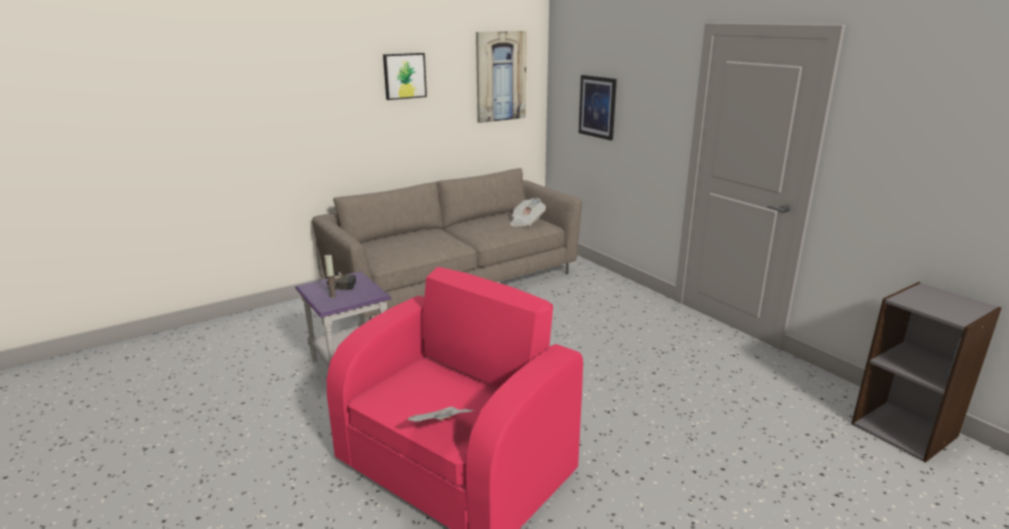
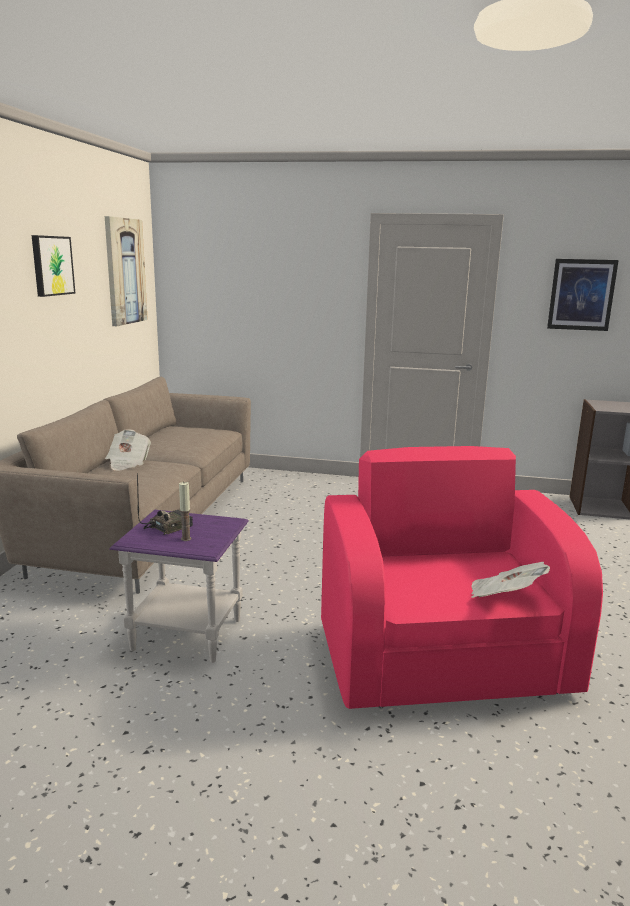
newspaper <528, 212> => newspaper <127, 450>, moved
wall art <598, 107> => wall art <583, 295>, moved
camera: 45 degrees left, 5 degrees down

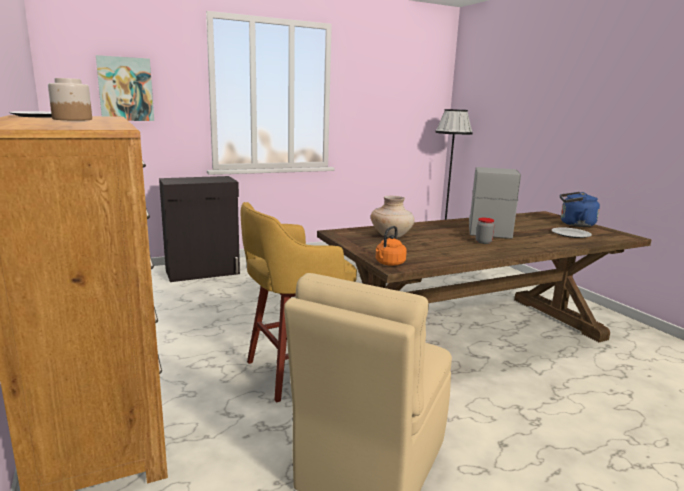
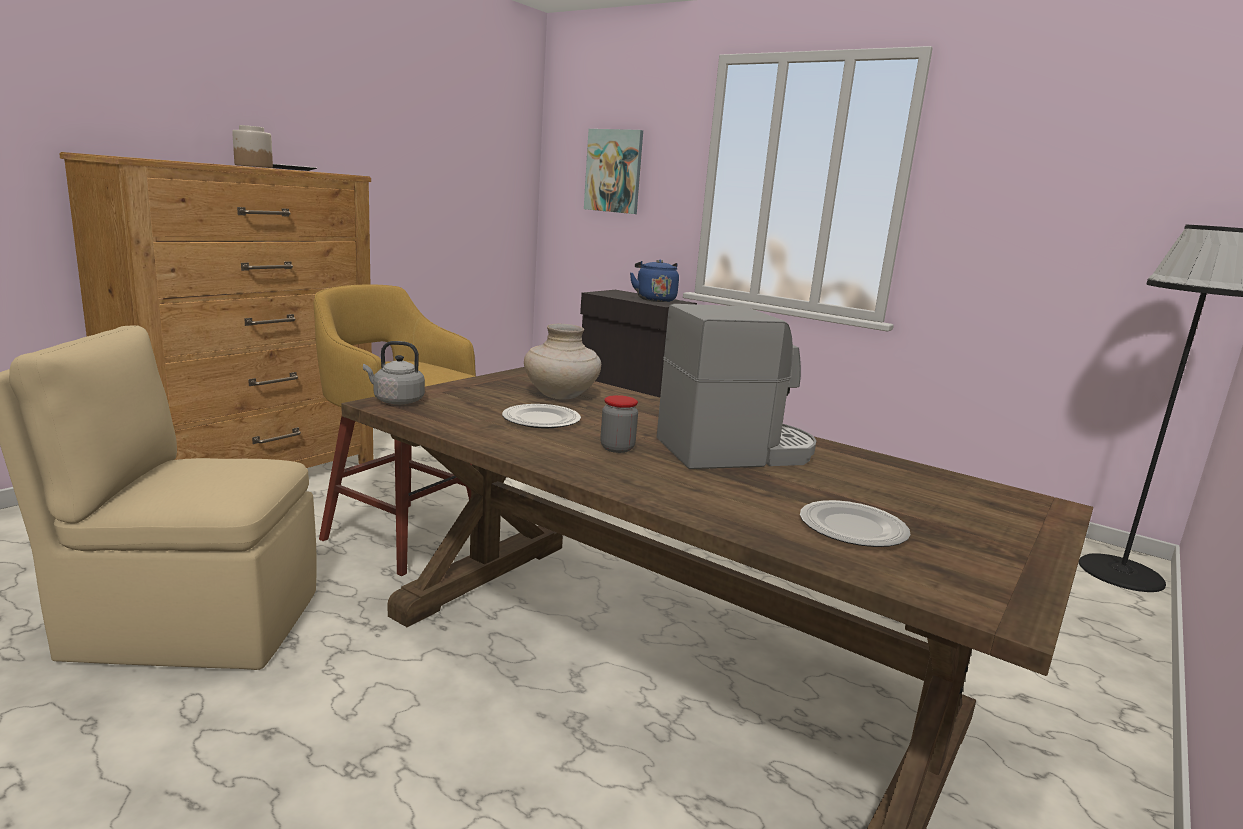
orangey tea kettle <391, 246> => greyish tea kettle <394, 373>
blue tea kettle <580, 209> => blue tea kettle <654, 280>, moved
nothing => dinner plate <541, 416>
camera: 60 degrees right, 0 degrees up

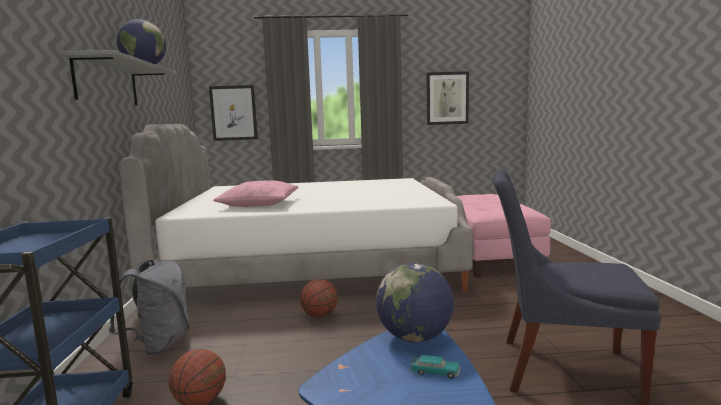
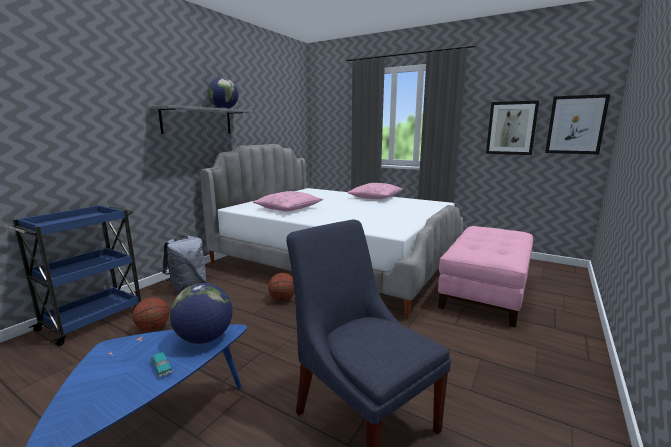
wall art <233, 113> => wall art <577, 124>, moved
nothing => pink pillow <375, 191>
camera: 35 degrees right, 5 degrees up

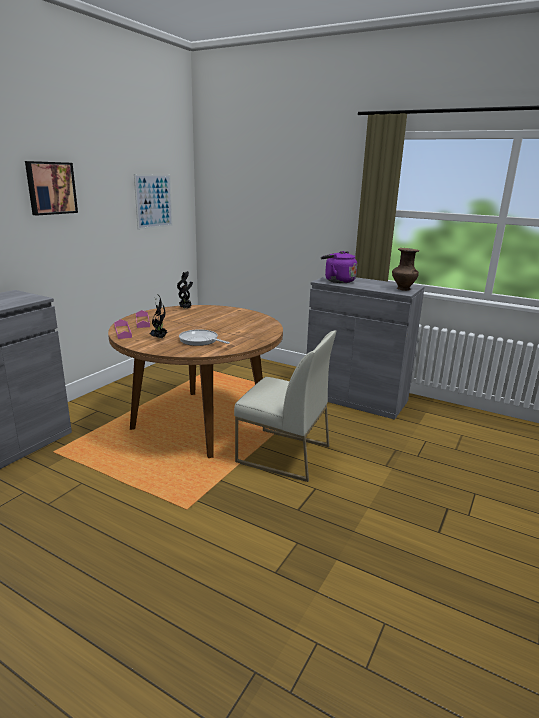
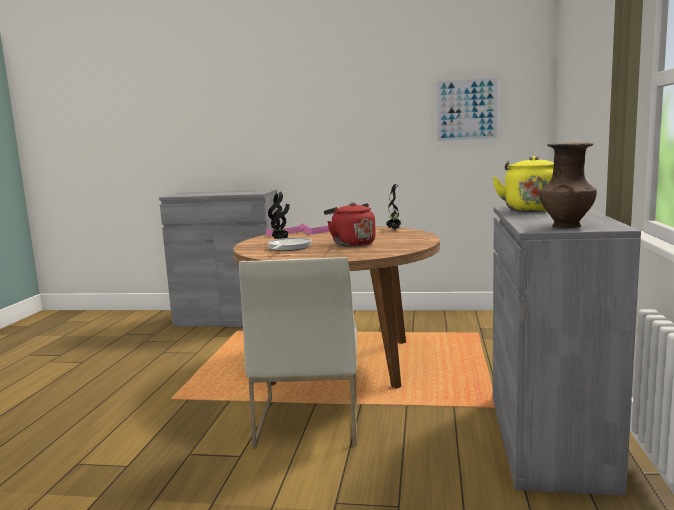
wall art <51, 188> => nothing
purplish tea kettle <339, 267> => yellow-coloured tea kettle <523, 184>
nothing => reddish tea kettle <350, 224>
camera: 70 degrees right, 10 degrees down

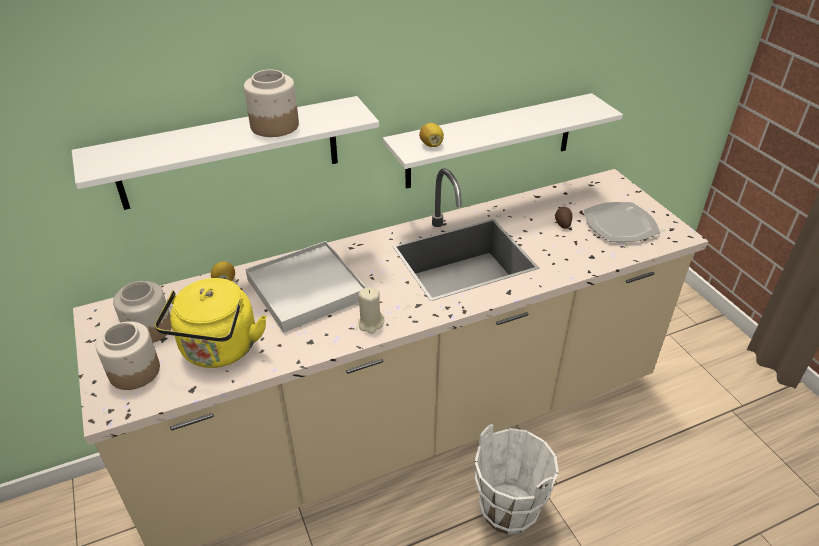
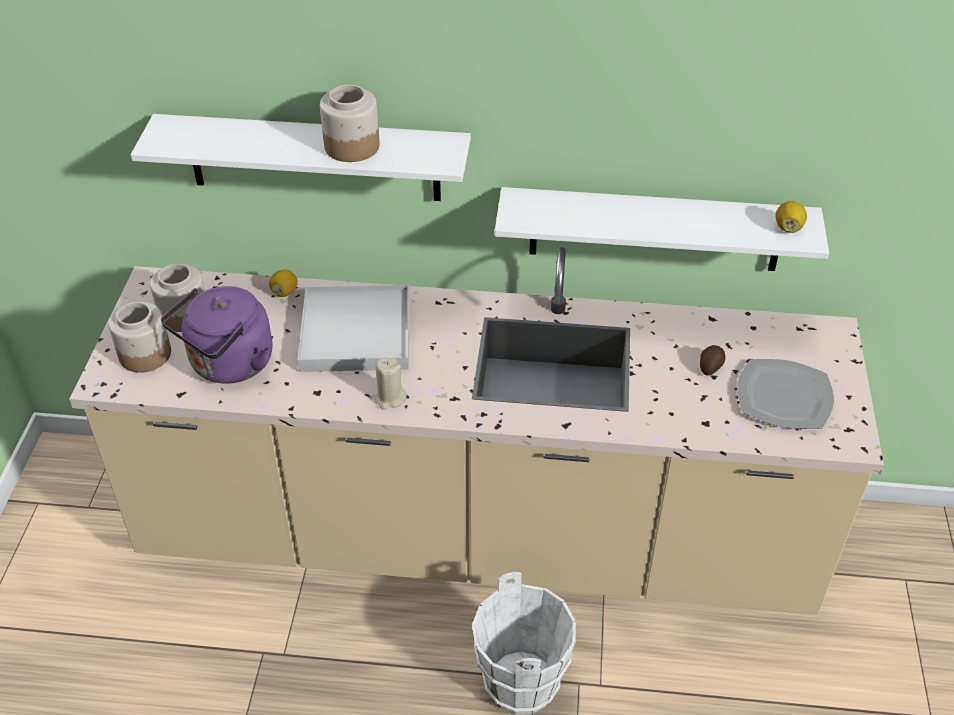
yellow-coloured tea kettle <210, 323> => purplish tea kettle <217, 335>
whole lemon <431, 135> => whole lemon <791, 217>, moved
camera: 30 degrees right, 5 degrees up

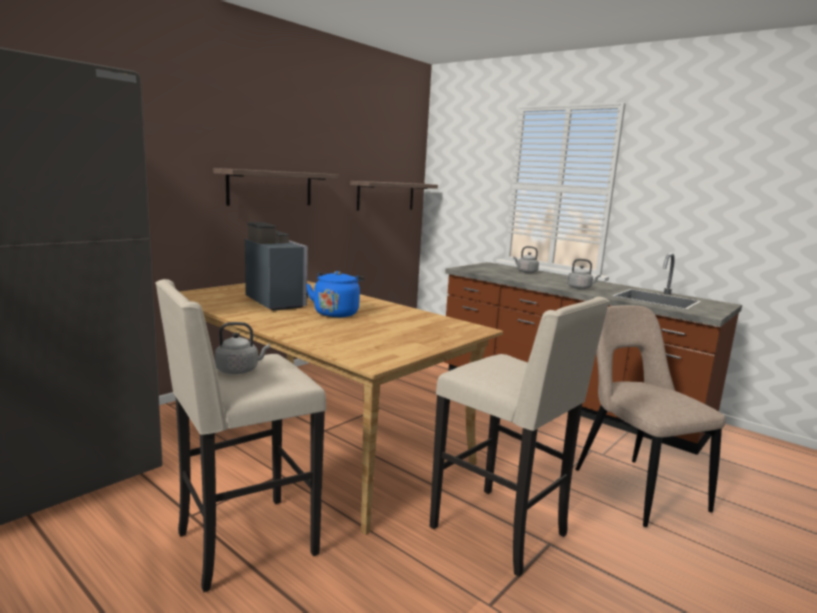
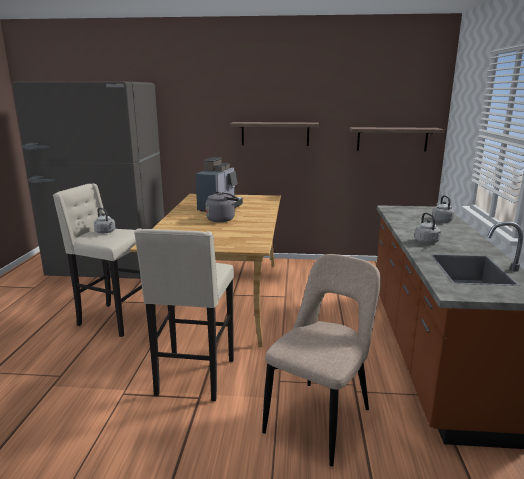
blue tea kettle <335, 294> => greyish tea kettle <222, 207>
camera: 55 degrees right, 5 degrees up

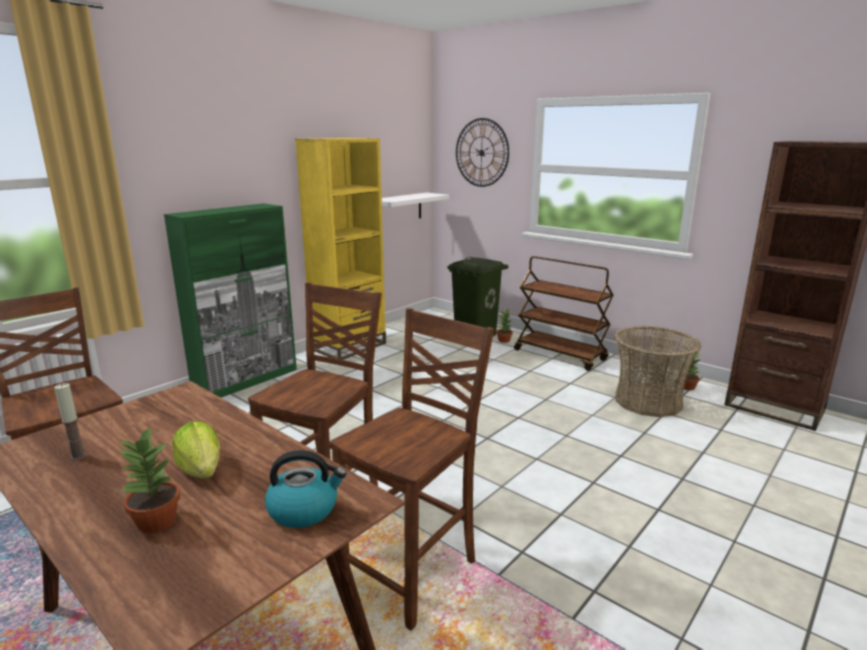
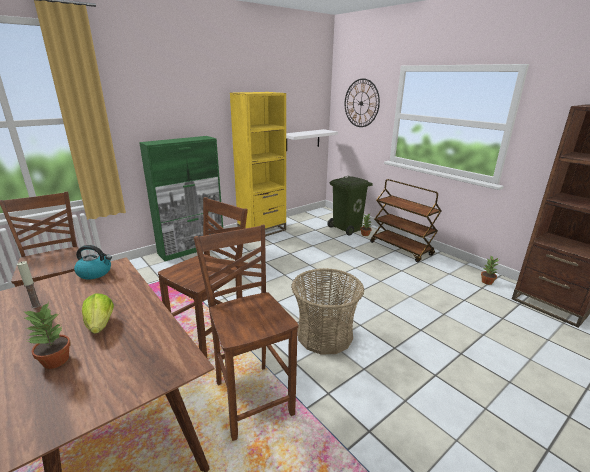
tea kettle <306, 489> => tea kettle <93, 262>, moved
brown-coloured upright chair <412, 469> => brown-coloured upright chair <246, 333>, 75 degrees counterclockwise
household basket <657, 371> => household basket <327, 311>, moved
camera: 10 degrees right, 5 degrees up

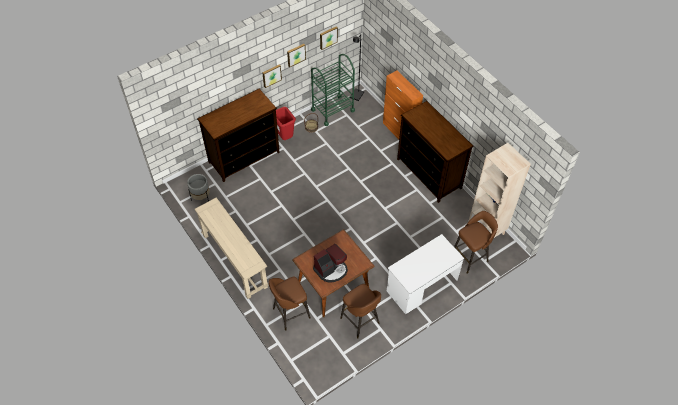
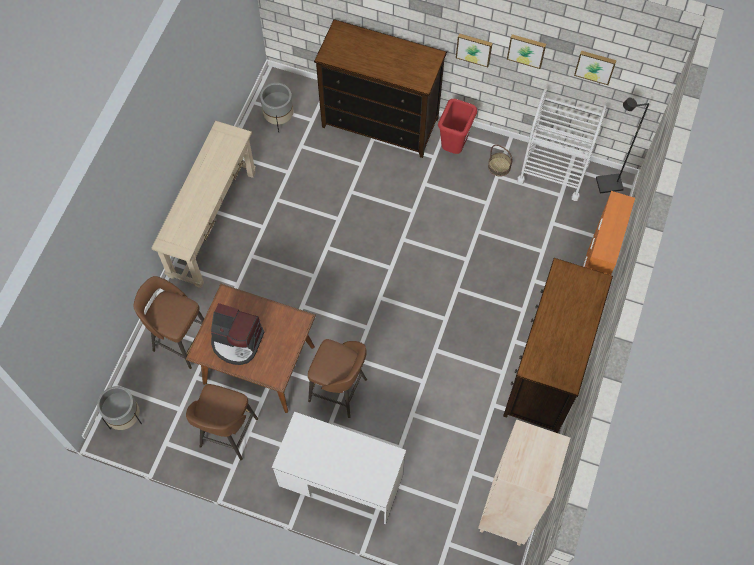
greenish cart <333, 90> => white cart <562, 144>
brown-coloured stool seat <476, 242> => brown-coloured stool seat <337, 378>, moved
nothing => greyish planter <119, 408>
camera: 55 degrees right, 10 degrees up

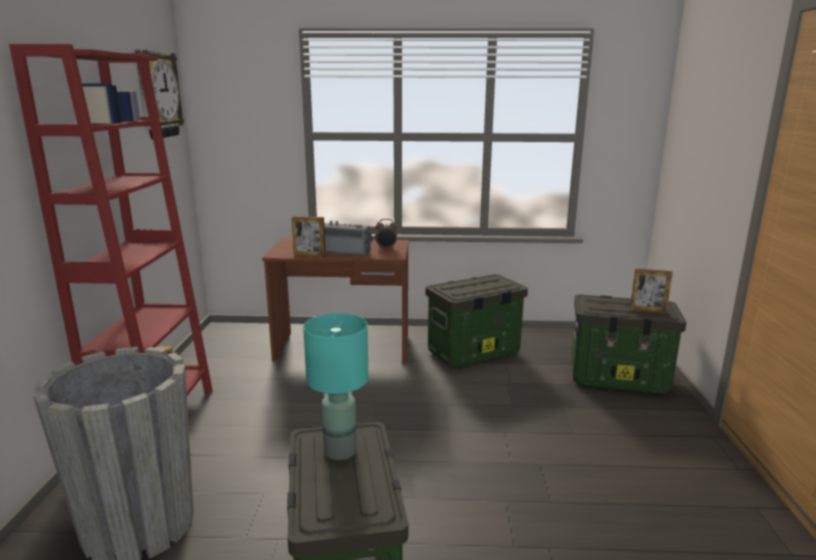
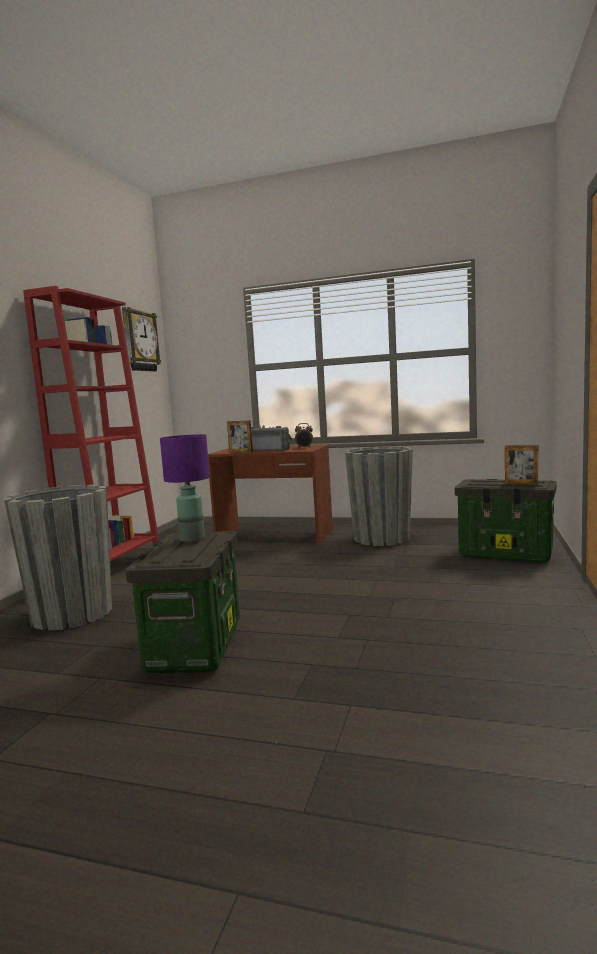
turquoise-coloured tabletop lamp <336, 386> => purplish tabletop lamp <185, 488>
storage bin <476, 321> => greyish planter <379, 496>
camera: 15 degrees right, 10 degrees down

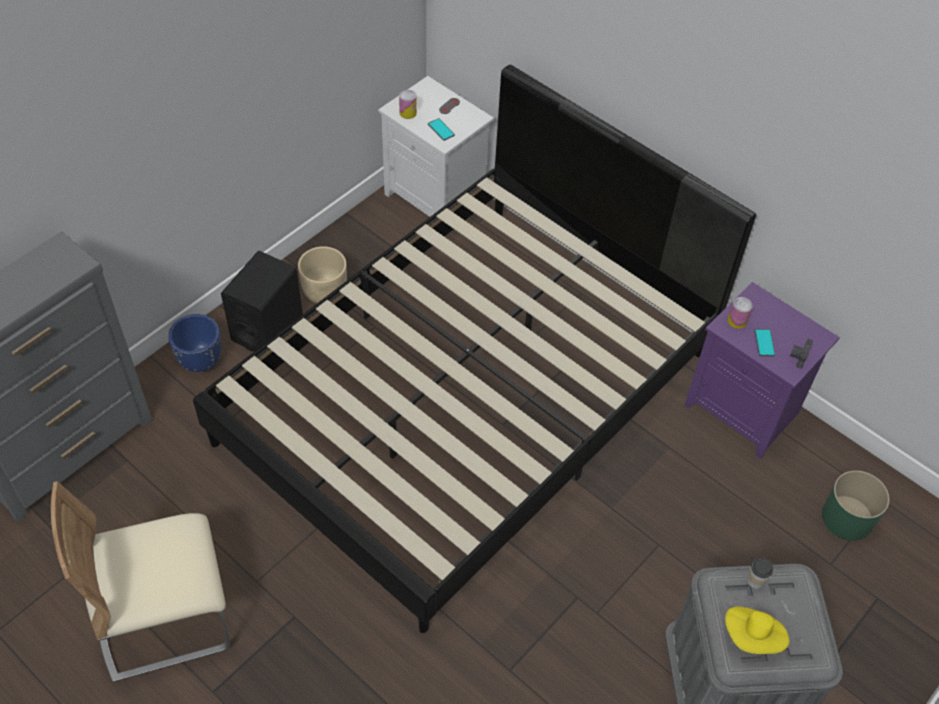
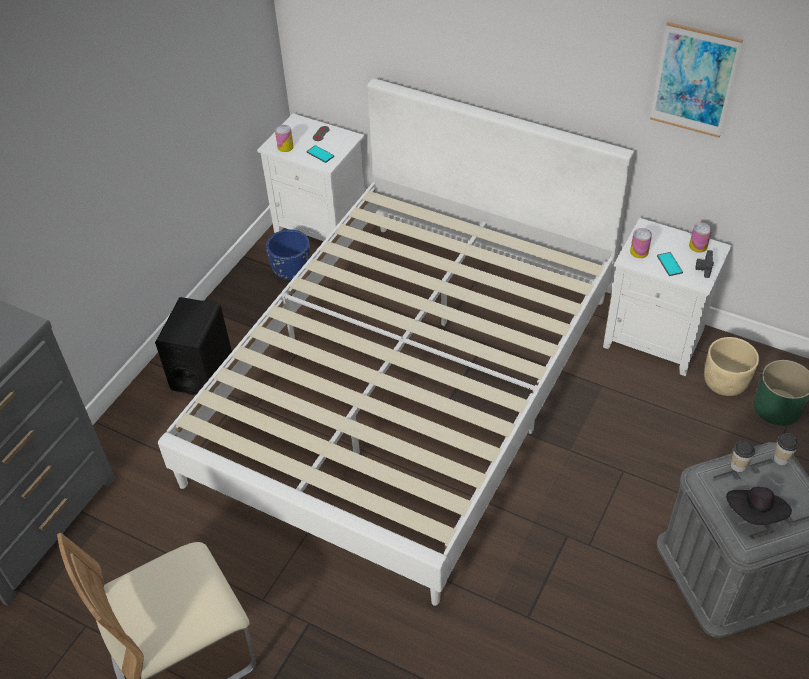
blue planter <194, 343> => blue planter <288, 254>, moved
black sleeping bed <474, 349> => white sleeping bed <396, 342>
beige-coloured planter <322, 274> => beige-coloured planter <731, 366>, moved
purplish nightstand <762, 370> => white nightstand <667, 297>
yellow-coloured wearable hat <757, 630> => black wearable hat <759, 506>
nothing => wall art <696, 80>
nothing => can <700, 237>
nothing => small cup <786, 449>
camera: 10 degrees left, 5 degrees down

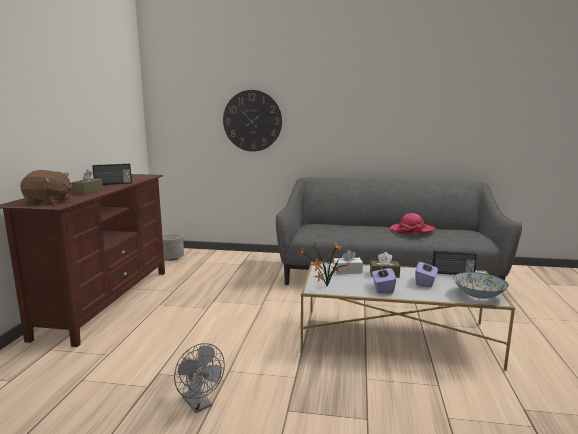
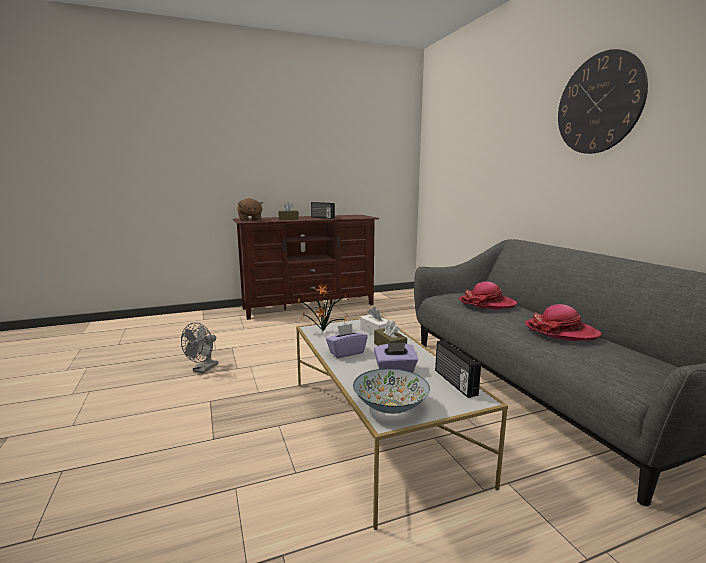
greyish planter <173, 247> => nothing
hanging clock <252, 121> => hanging clock <603, 101>, moved
nothing => wearable hat <488, 295>
camera: 60 degrees right, 0 degrees up

